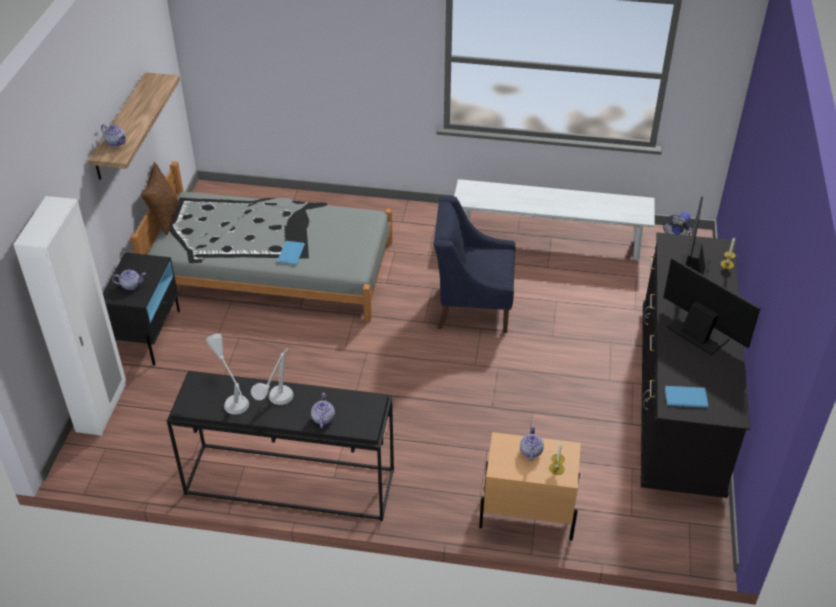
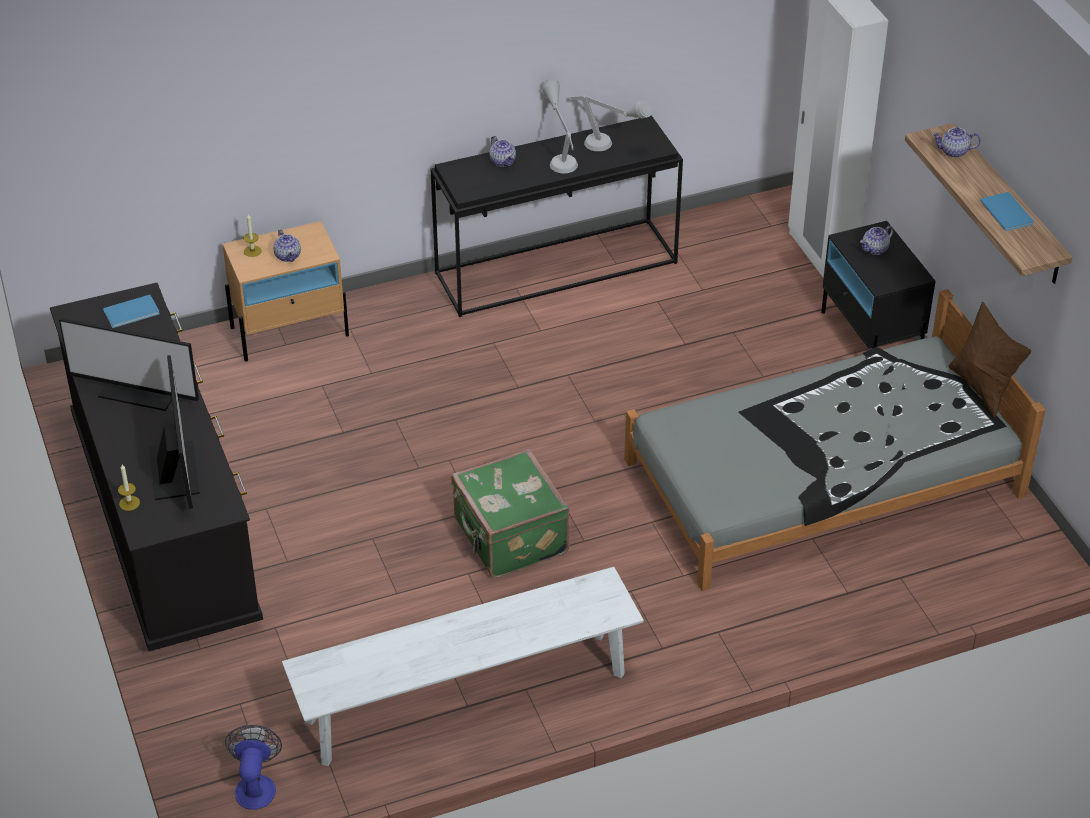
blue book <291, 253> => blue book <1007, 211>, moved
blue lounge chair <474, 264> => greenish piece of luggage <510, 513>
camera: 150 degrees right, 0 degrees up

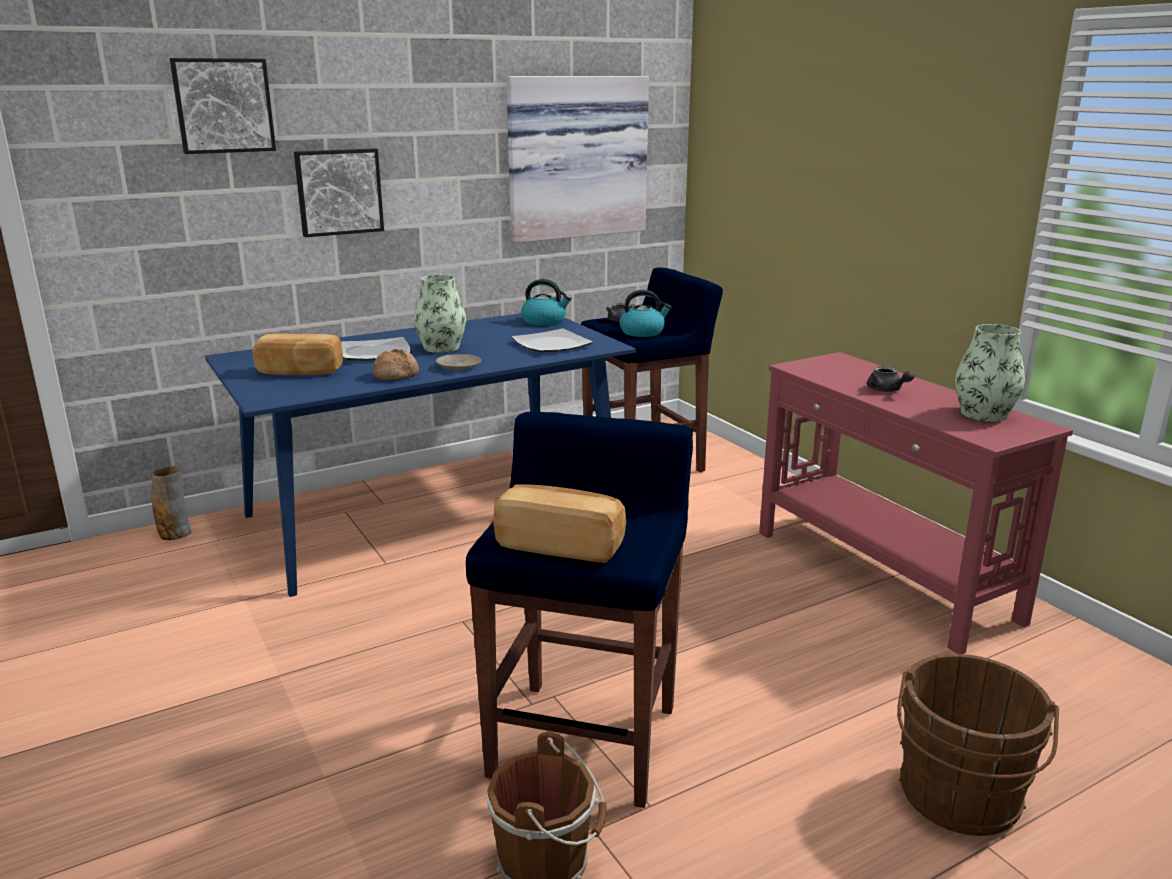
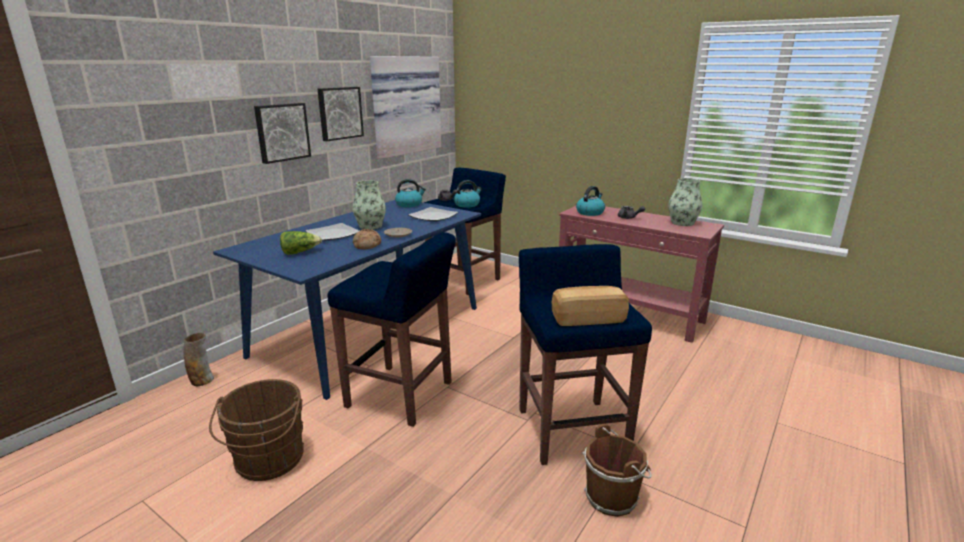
wall art <223, 106> => wall art <341, 114>, moved
bakery bread <298, 354> => lettuce <301, 243>
brown-coloured bucket <978, 745> => brown-coloured bucket <256, 430>, moved
nothing => blue stool seat <392, 329>
nothing => tea kettle <590, 201>
camera: 25 degrees left, 0 degrees up

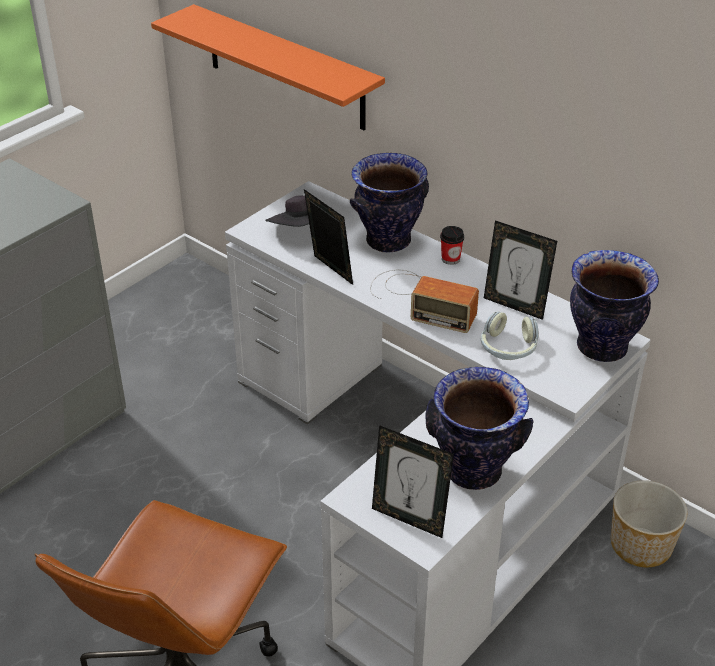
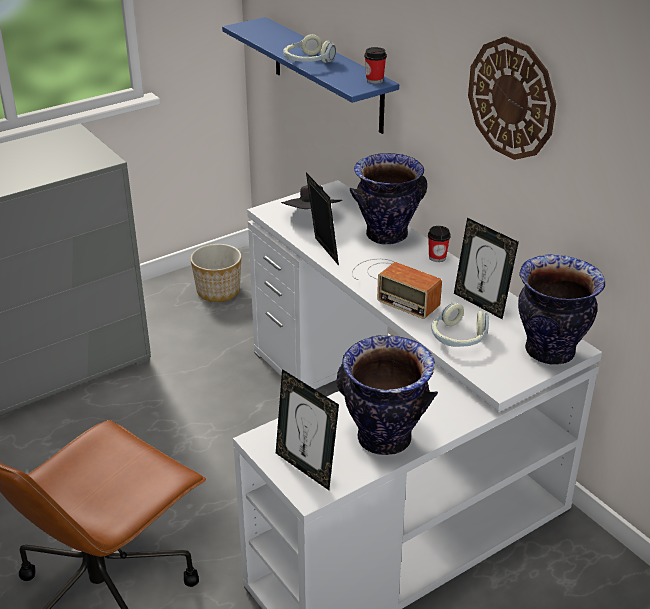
orangey bracket shelf <268, 67> => blue bracket shelf <310, 75>
planter <649, 523> => planter <215, 273>, moved
nothing => headset <309, 48>
nothing => small cup <375, 65>
nothing => hanging clock <512, 98>
camera: 15 degrees right, 5 degrees down

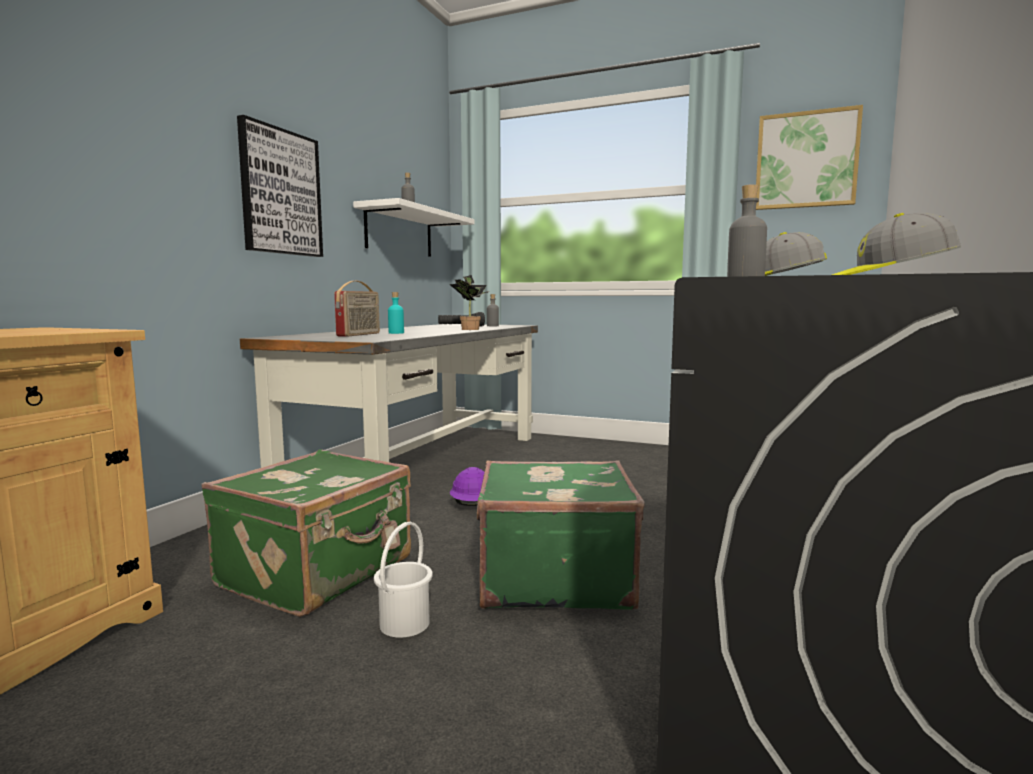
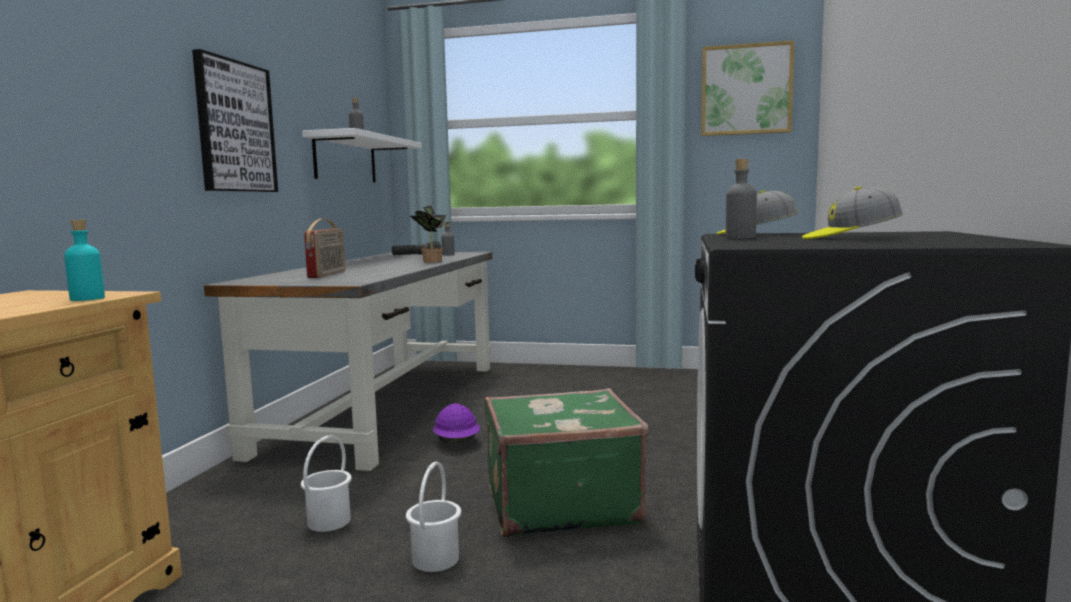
greenish piece of luggage <306, 533> => white bucket <326, 483>
turquoise-coloured bottle <396, 313> => turquoise-coloured bottle <84, 260>, moved
camera: 10 degrees left, 0 degrees up

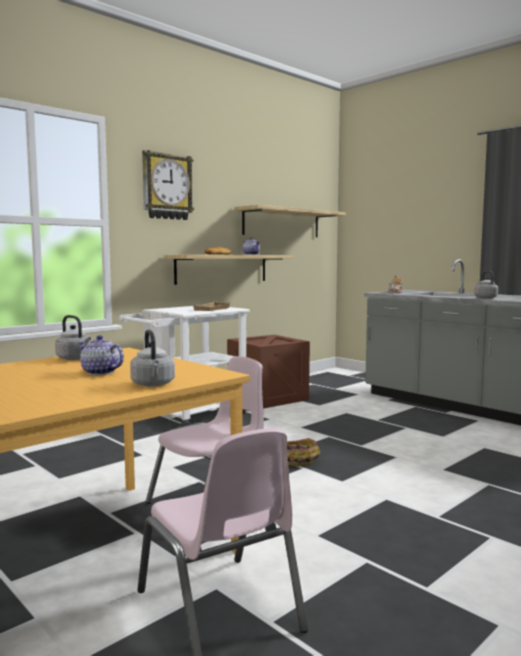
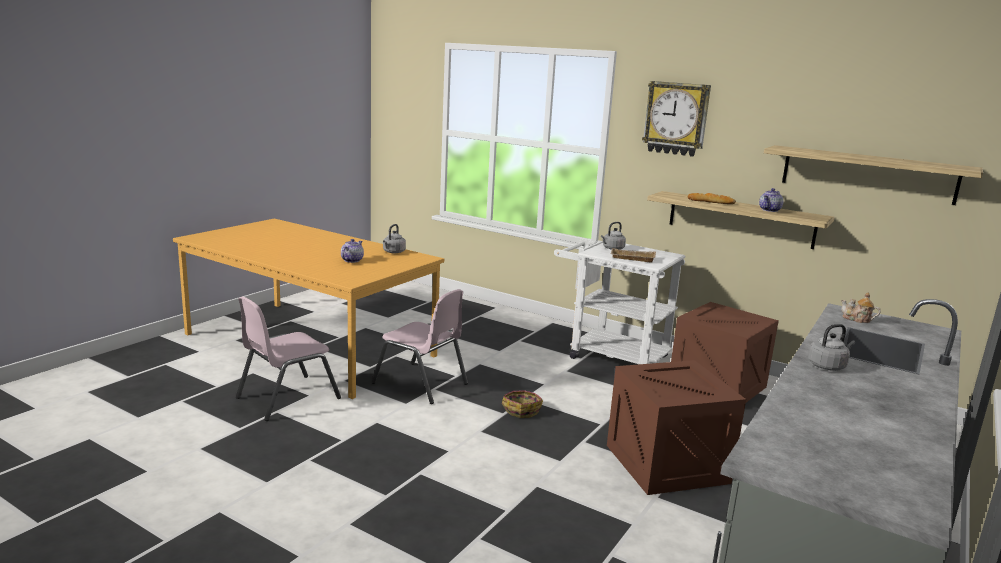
greyish tea kettle <152, 358> => greyish tea kettle <613, 236>, moved
nothing => packing crate <676, 427>
camera: 75 degrees right, 10 degrees up

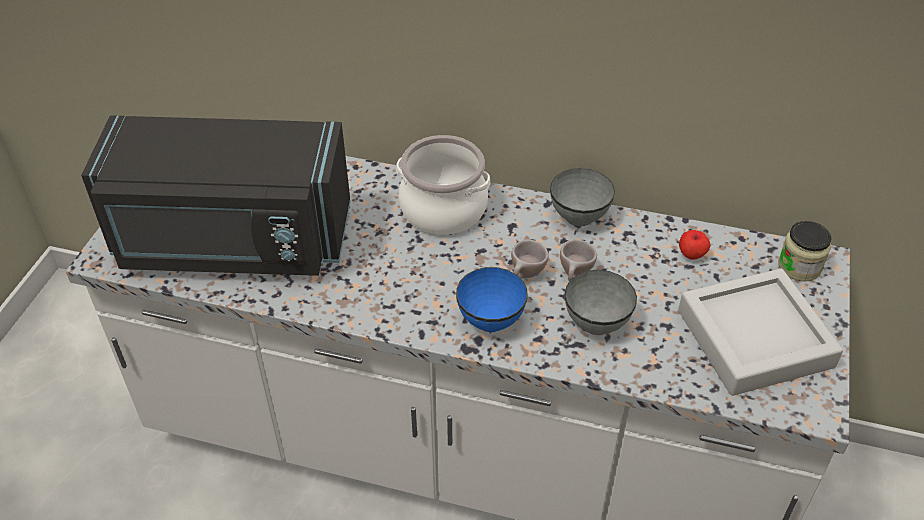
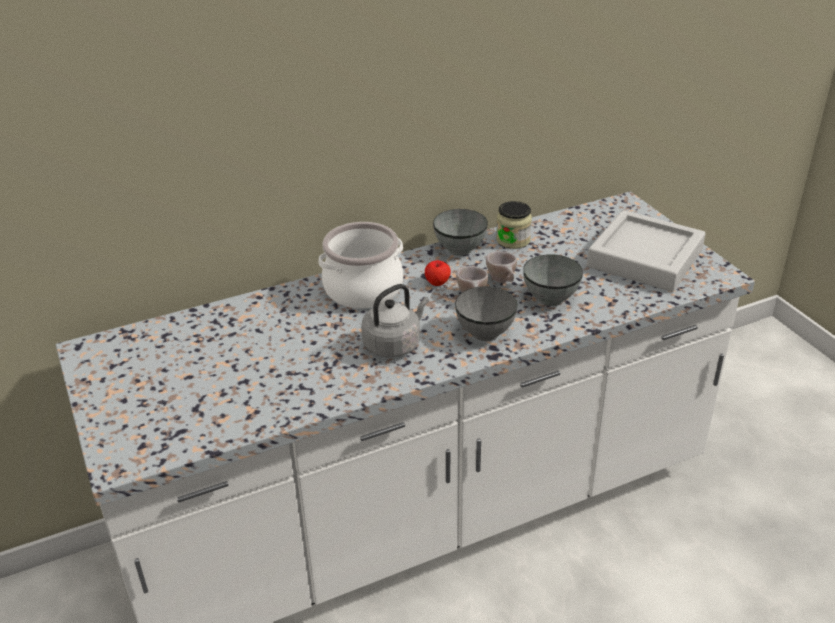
black kitchen microwave <216, 195> => nothing
blue bowl <492, 299> => greyish bowl <486, 313>
whole apple <695, 245> => whole apple <438, 273>, moved
jar <805, 251> => jar <514, 225>, moved
nothing => greyish tea kettle <395, 321>
camera: 40 degrees left, 10 degrees down

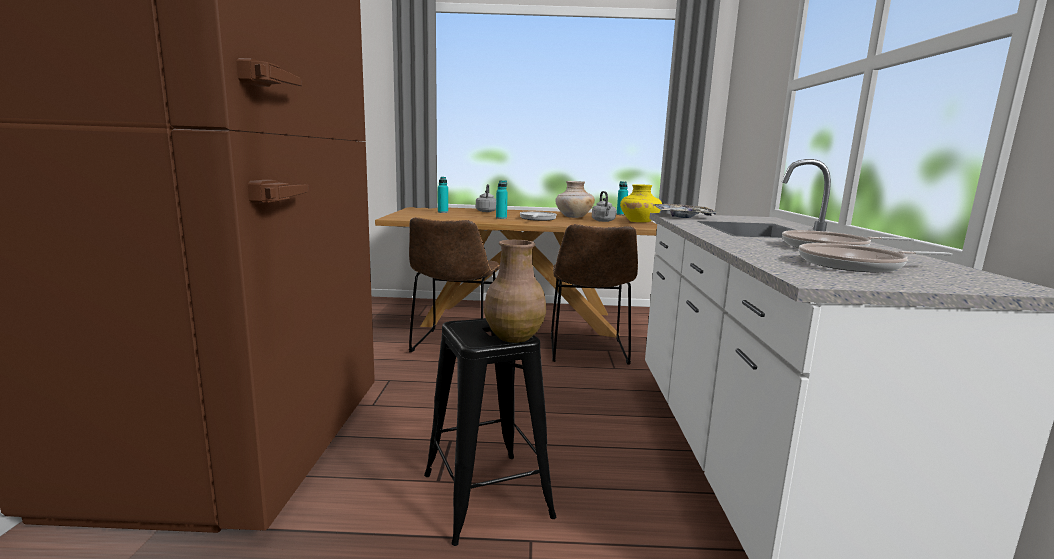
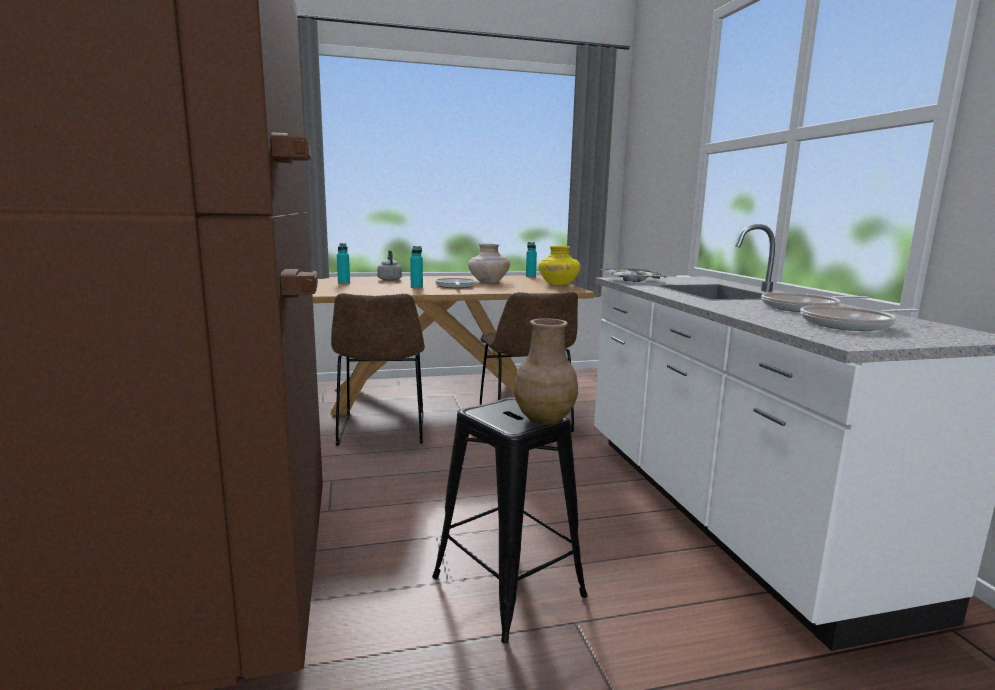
greyish tea kettle <604, 206> => nothing
camera: 15 degrees left, 0 degrees up

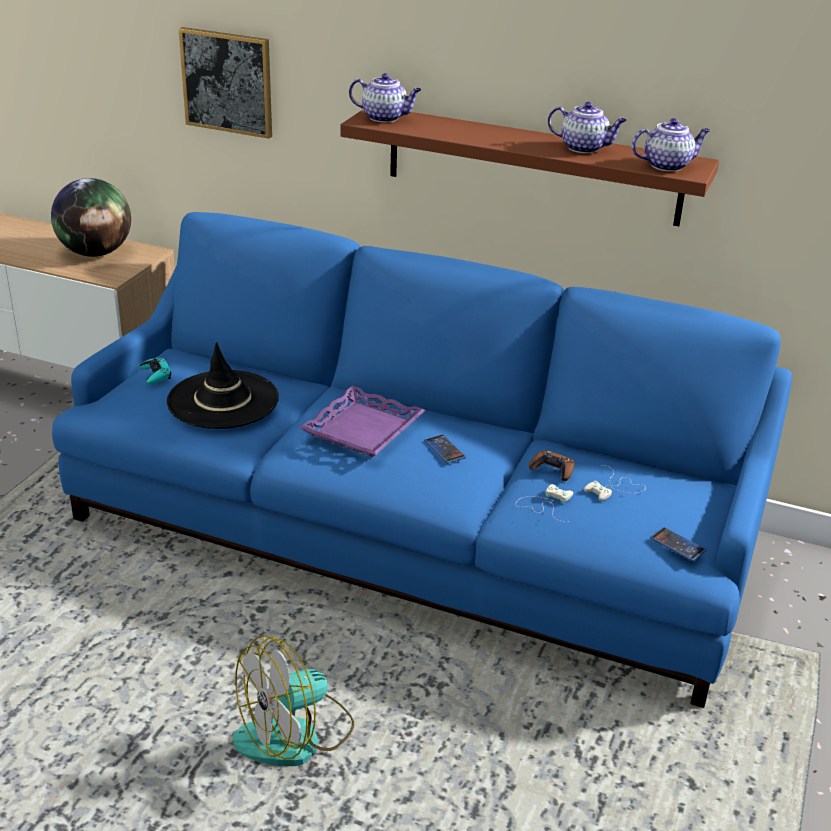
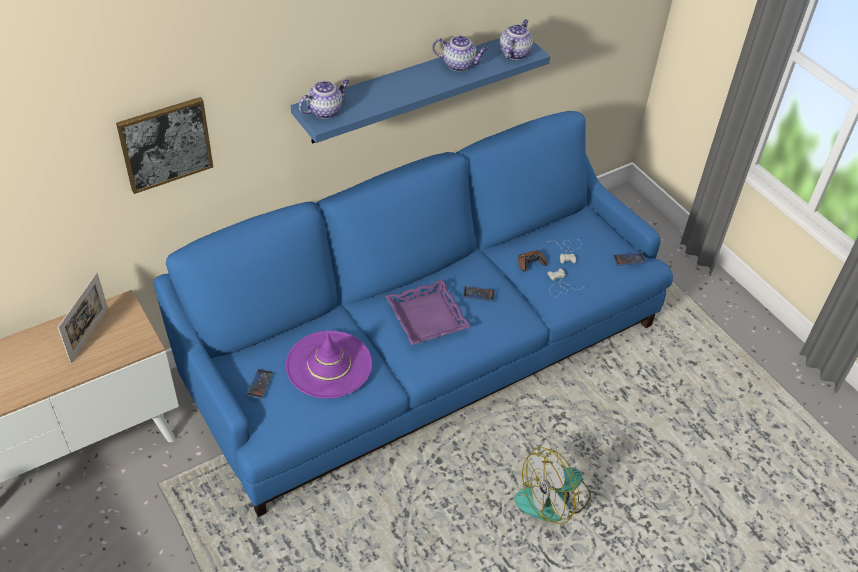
world globe <91, 217> => picture frame <83, 317>
turquoise-coloured game controller <155, 371> => telephone <260, 384>
black wearable hat <223, 385> => purplish wearable hat <329, 365>
fan <293, 700> => fan <552, 485>, 60 degrees clockwise
brown-coloured bracket shelf <529, 167> => blue bracket shelf <420, 91>
tea pot <587, 127> => tea pot <460, 53>, 45 degrees clockwise
camera: 55 degrees left, 15 degrees up

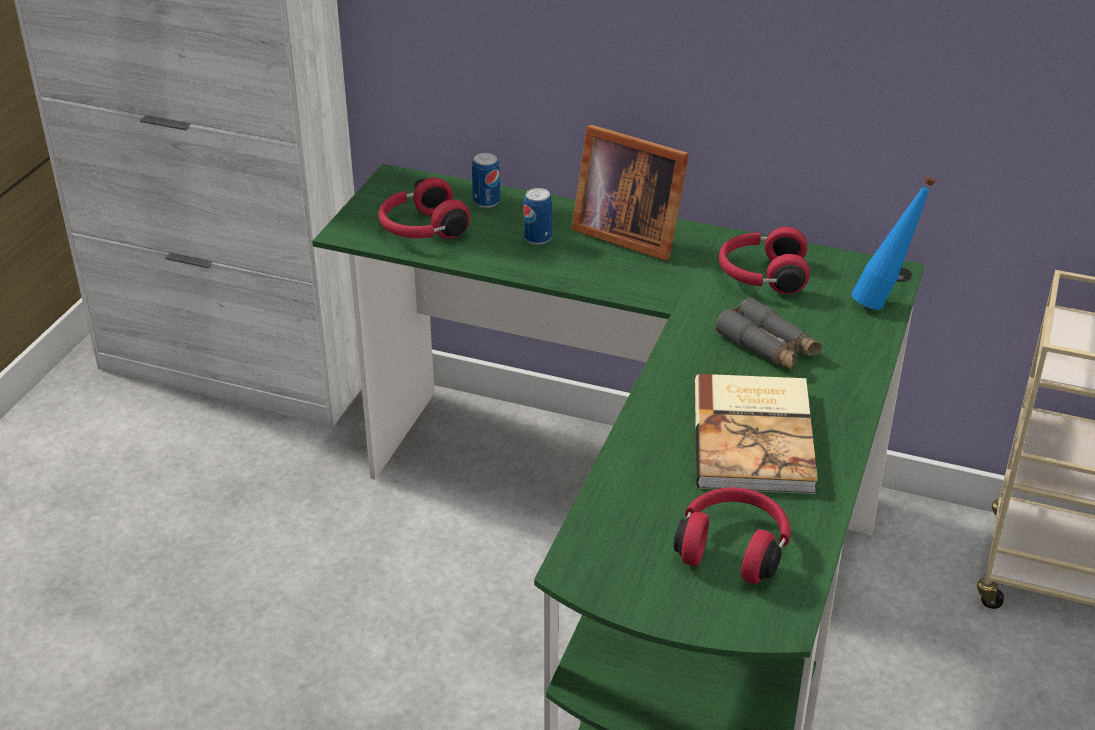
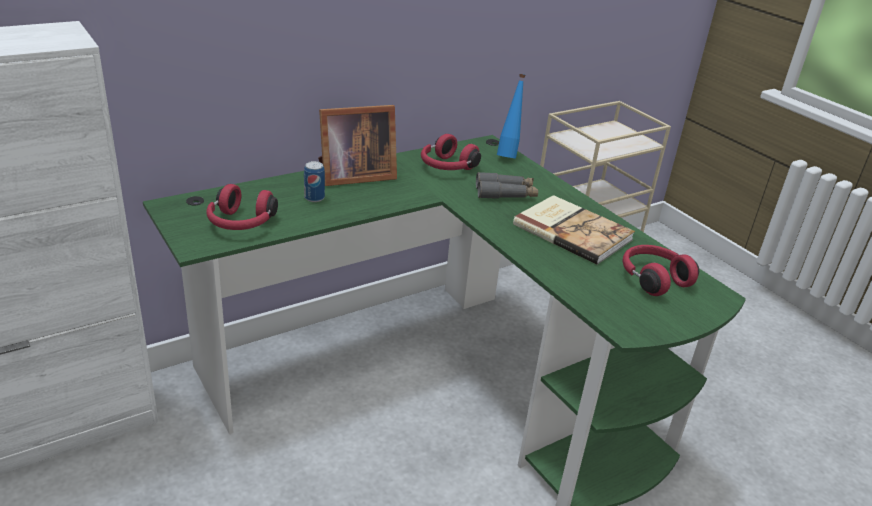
can <486, 180> => nothing
camera: 55 degrees left, 5 degrees down

